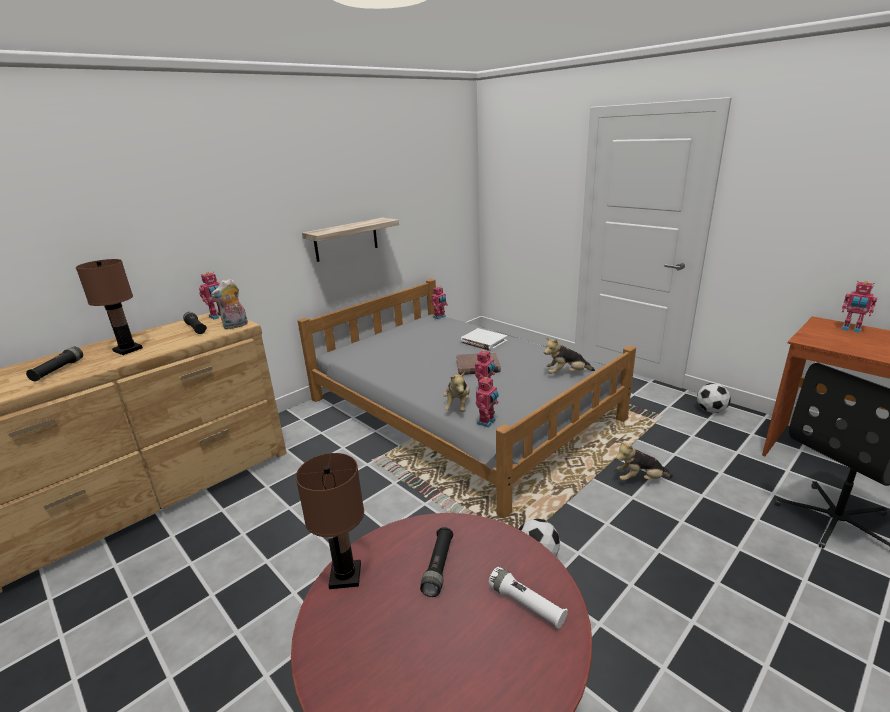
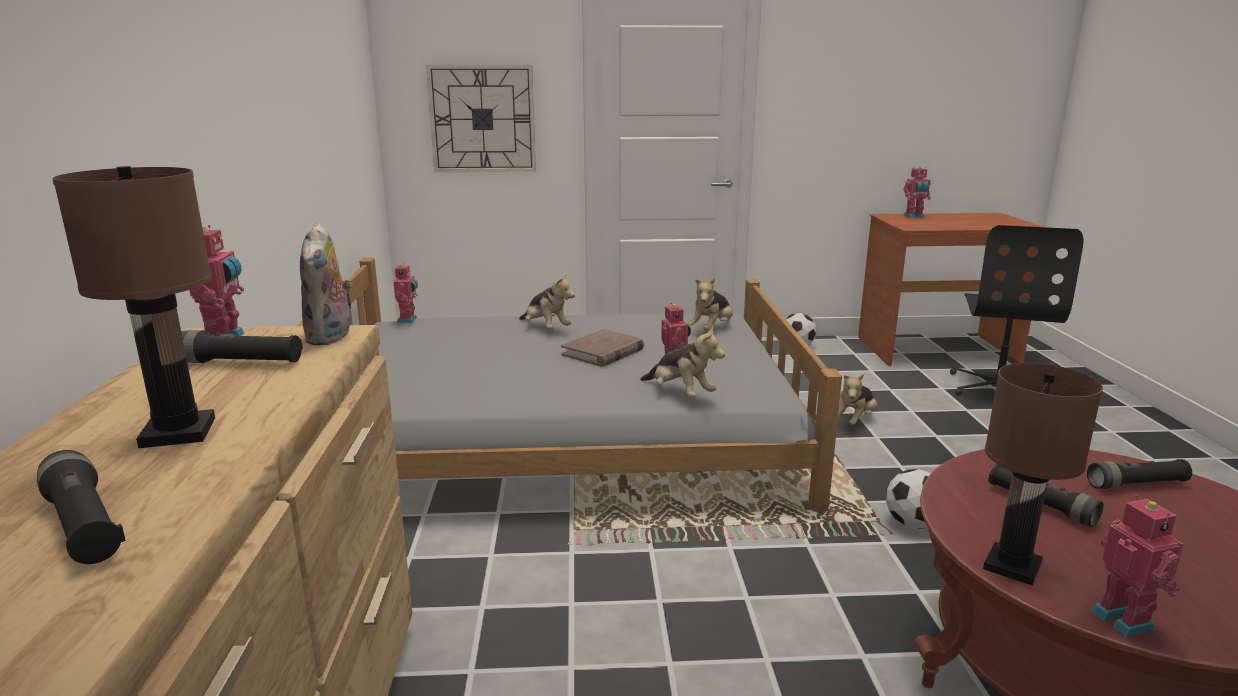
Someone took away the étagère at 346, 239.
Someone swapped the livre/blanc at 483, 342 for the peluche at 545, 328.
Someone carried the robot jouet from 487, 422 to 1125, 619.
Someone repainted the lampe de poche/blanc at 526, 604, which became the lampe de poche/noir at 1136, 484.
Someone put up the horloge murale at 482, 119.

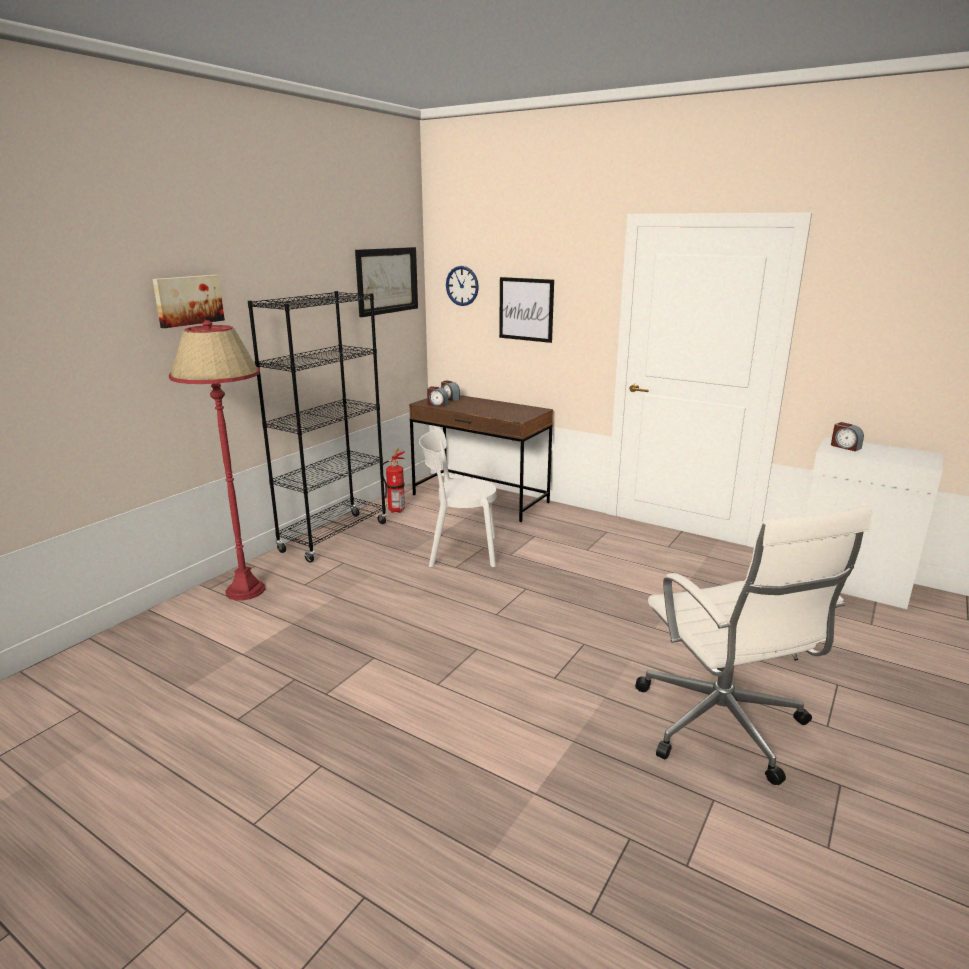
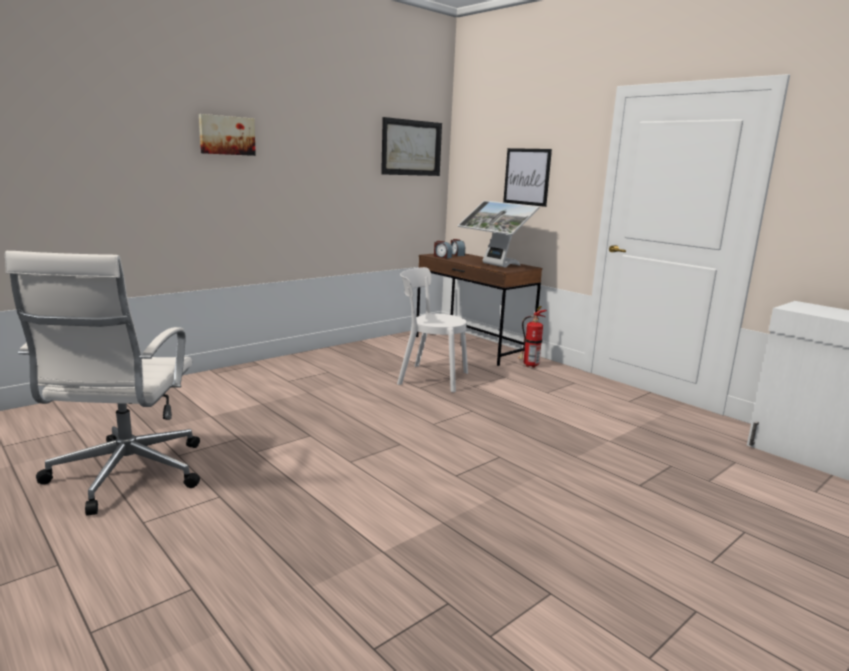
Someone took away the horloge murale at 462, 286.
Someone took away the bibliothèque/noir at 334, 537.
Someone took away the lampadaire/rouge at 246, 590.
Someone took away the réveil at 845, 447.
Someone carried the extincteur from 394, 511 to 529, 366.
Someone carried the chaise de bureau/blanc from 722, 726 to 125, 476.
Someone put down the écran d'ordinateur at 495, 265.

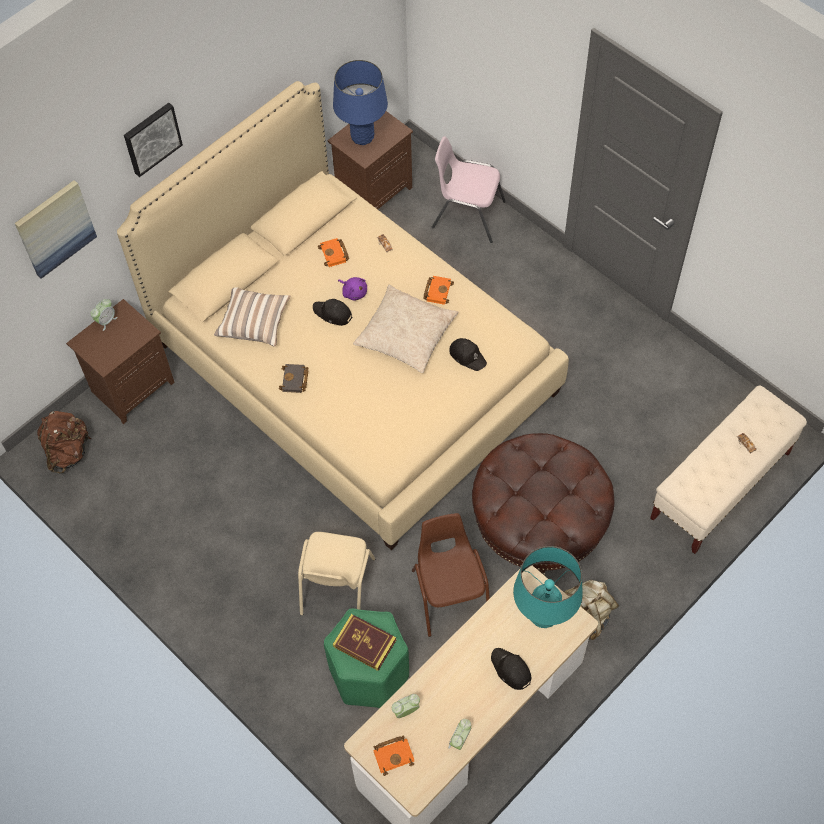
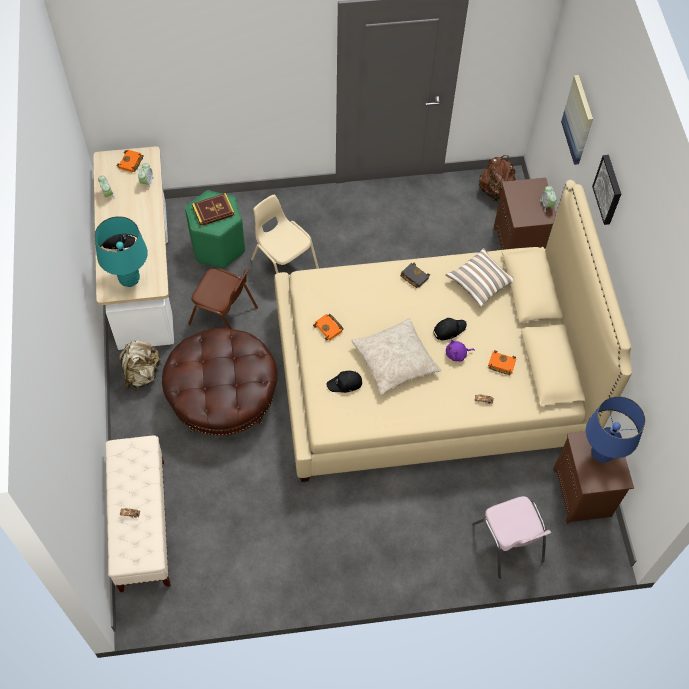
Someone rotated the chaise/rose at 467, 214 by 105 degrees clockwise.
Someone carried the livre/orange from 437, 291 to 329, 328.

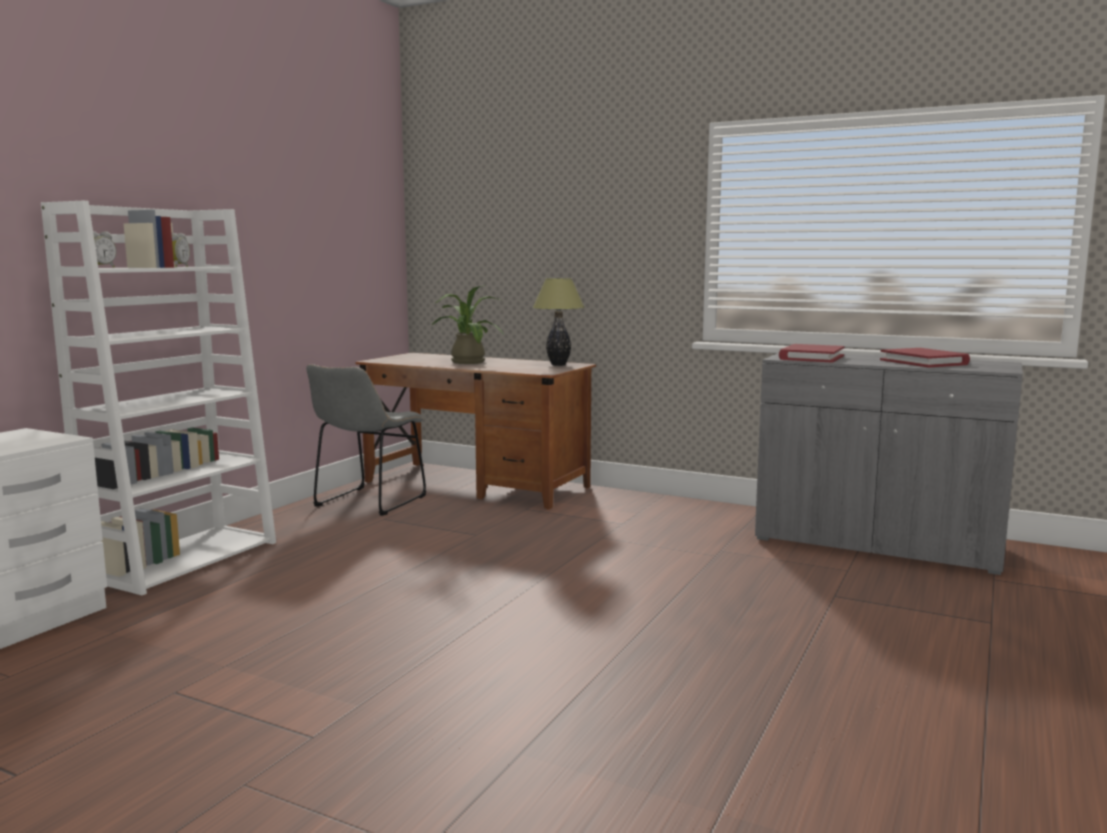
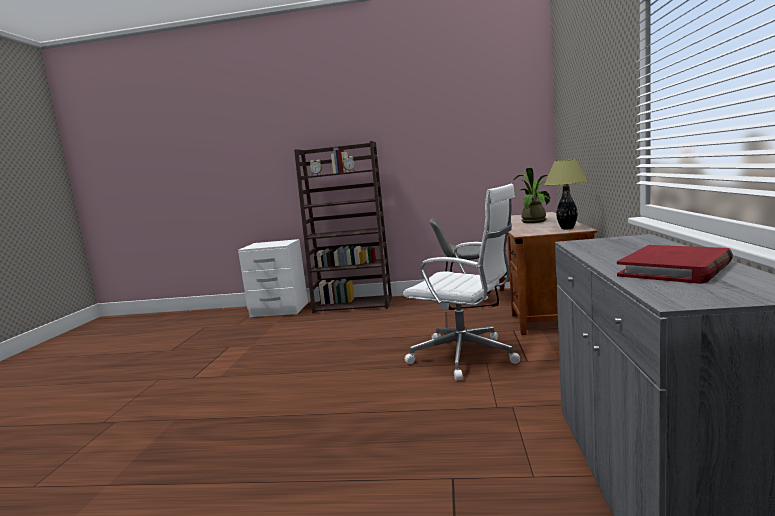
Someone repainted the bibliothèque/blanc at 184, 559, which became the bibliothèque/marron at 354, 304.
Someone took away the livre/rouge at 811, 357.
Someone put down the chaise de bureau/blanc at 466, 357.

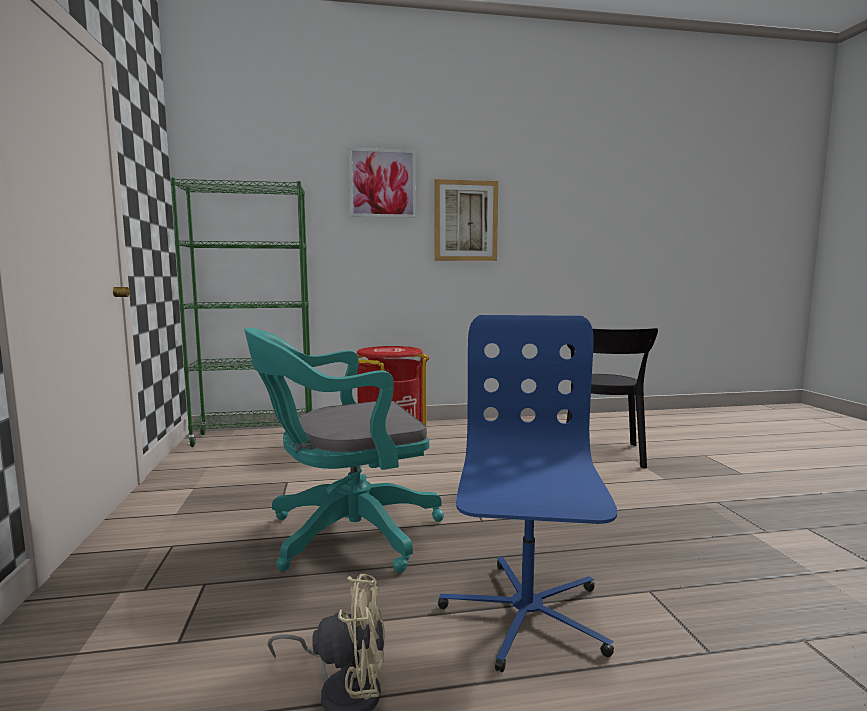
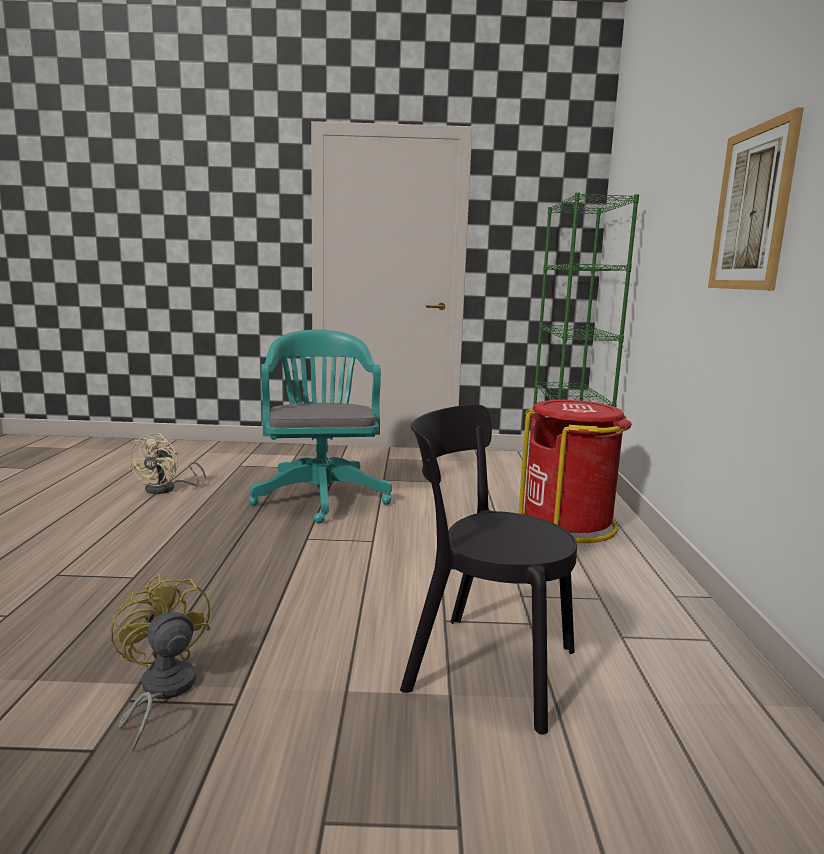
Someone took away the tableau at 382, 183.
Someone took away the chaise de bureau/bleu at 525, 614.
Someone put down the ventilateur/jaune at 161, 691.

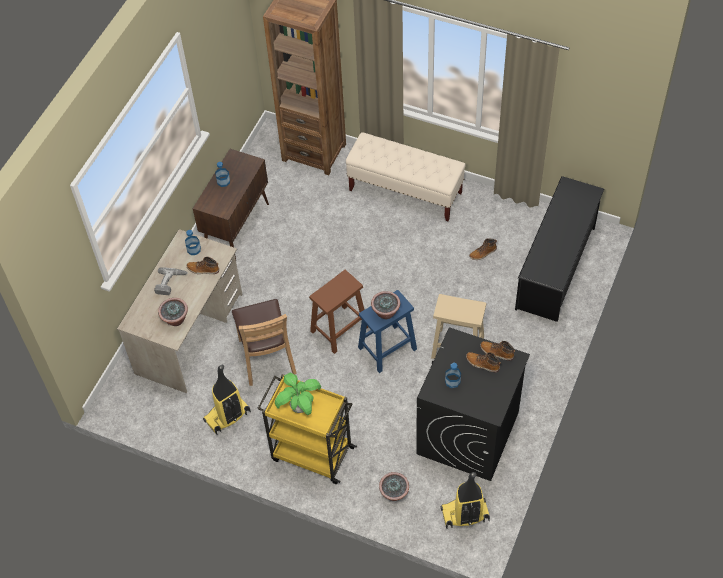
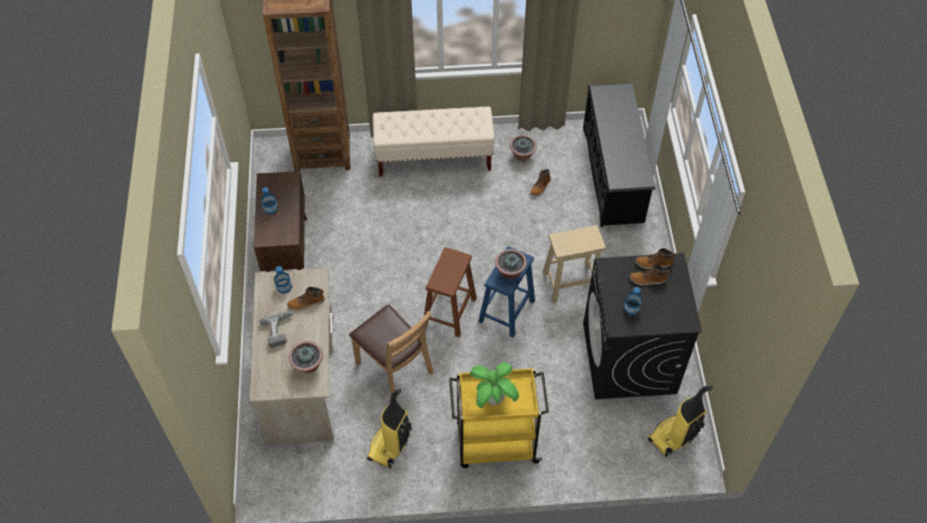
Someone carried the plante en pot from 394, 493 to 522, 155.

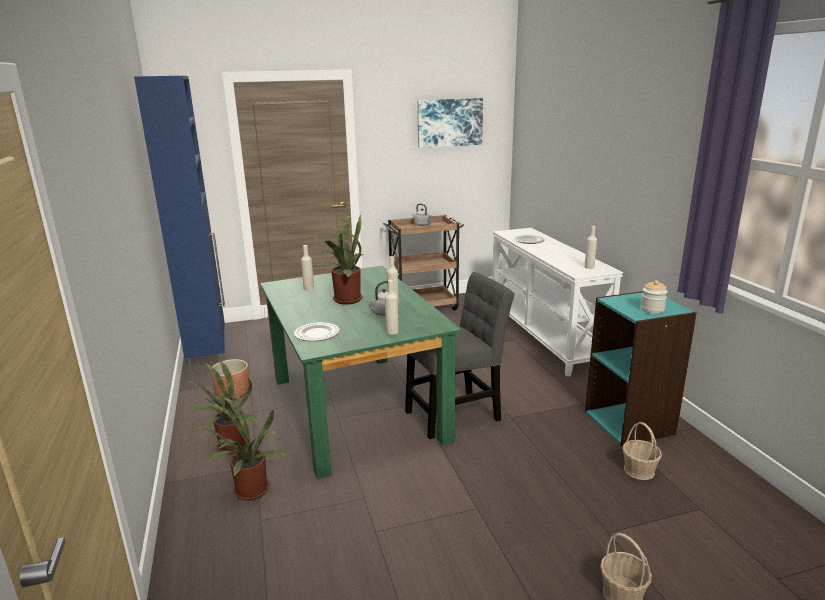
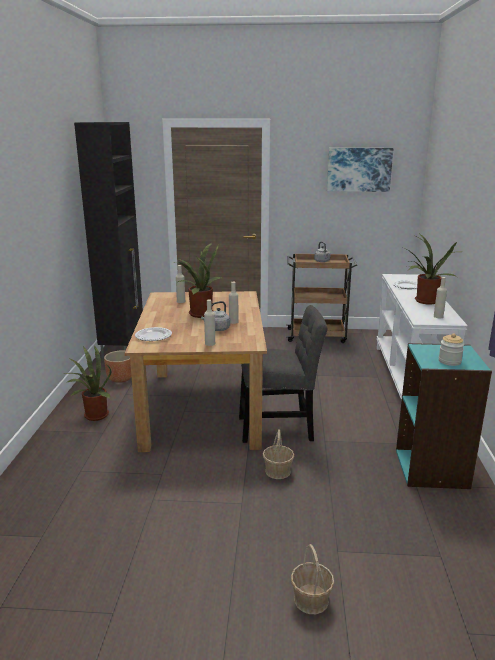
Someone repainted the meuble de rangement/bleu at 208, 354, which became the meuble de rangement/noir at 123, 346.
Someone repainted the table à manger/vert at 357, 408, which became the table à manger/marron at 204, 407.
Someone carried the plante en pot from 249, 493 to 425, 302.
Someone carried the panier from 639, 470 to 278, 471.

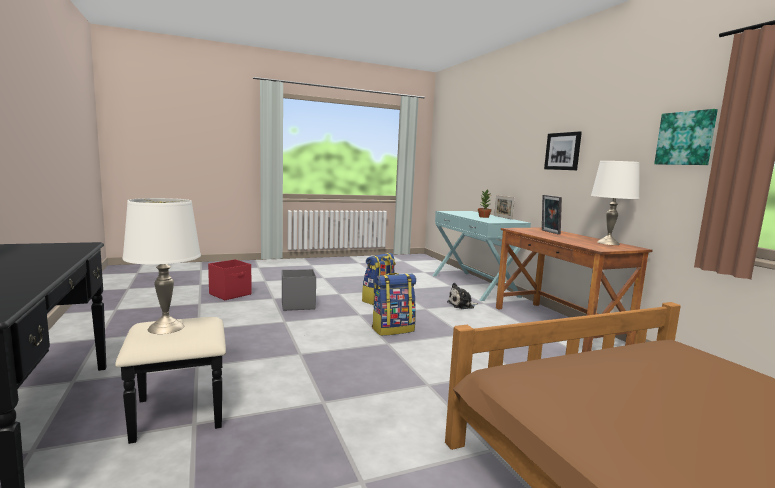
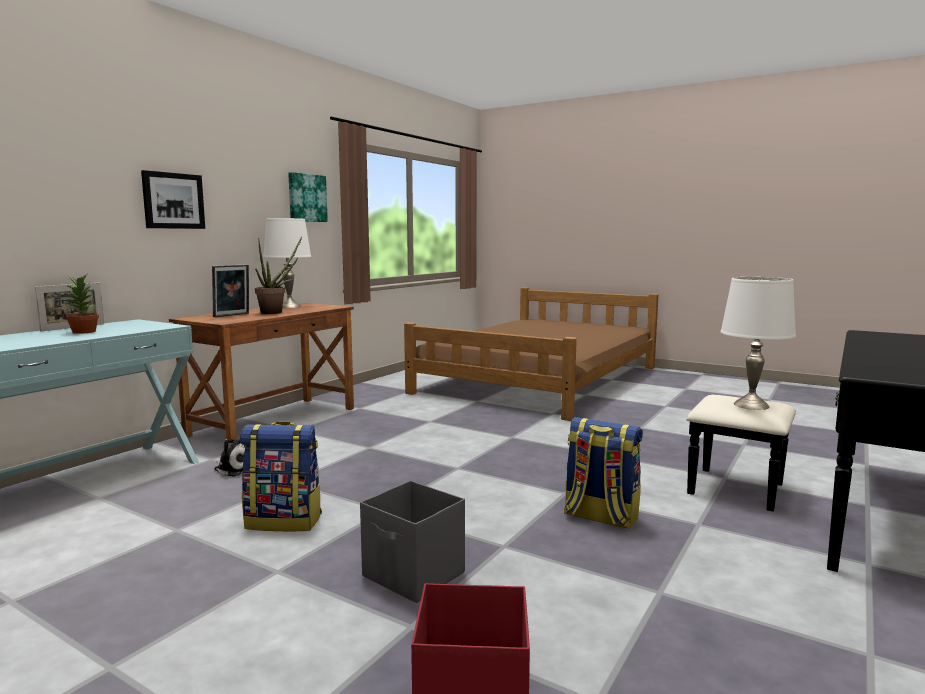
Someone carried the sac à dos from 393, 329 to 600, 517.
Someone put down the plante en pot at 276, 312.

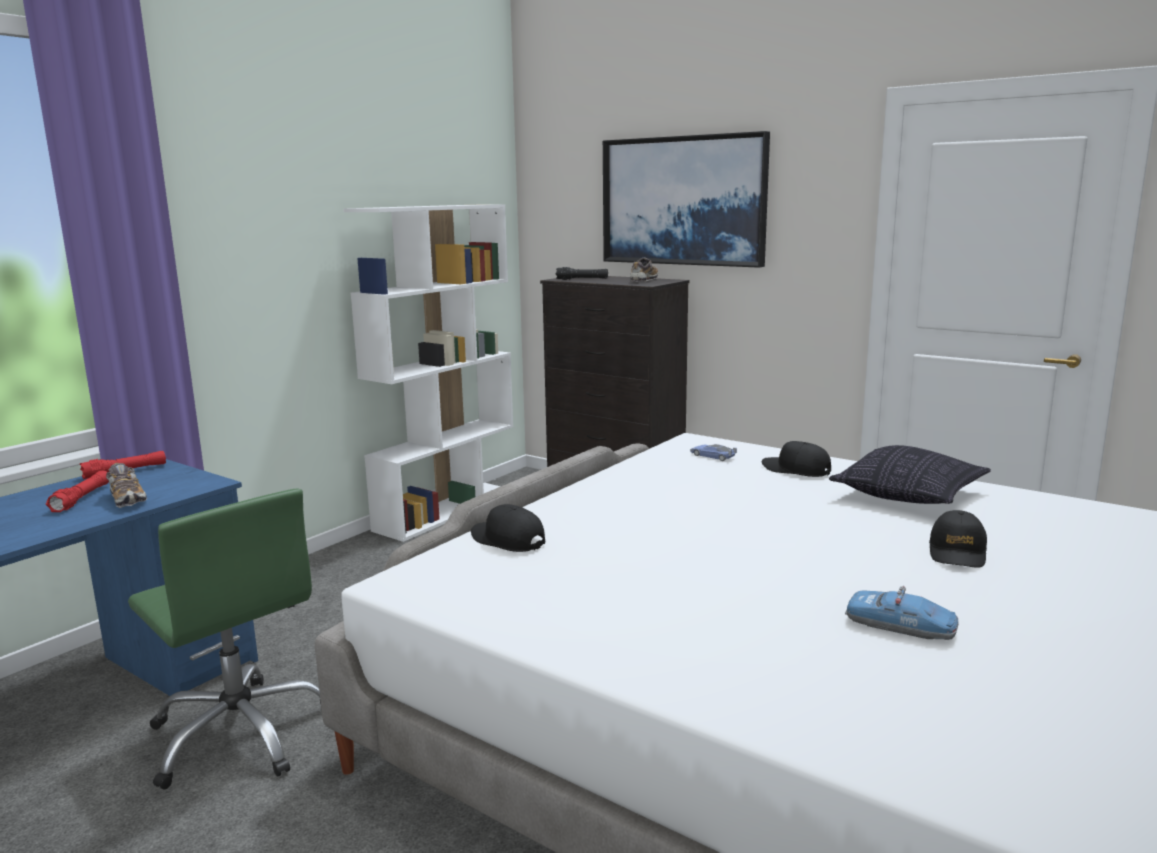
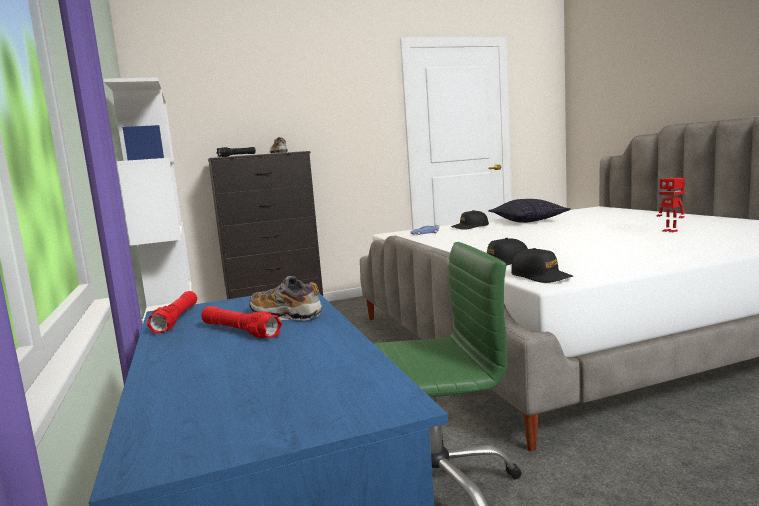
Someone took away the tableau at 683, 201.
Someone rotated the chaussure at 127, 499 by 150 degrees counterclockwise.
Someone carried the casquette/noir from 957, 552 to 541, 276.
Someone swapped the petite voiture at 900, 626 for the robot jouet at 670, 231.

